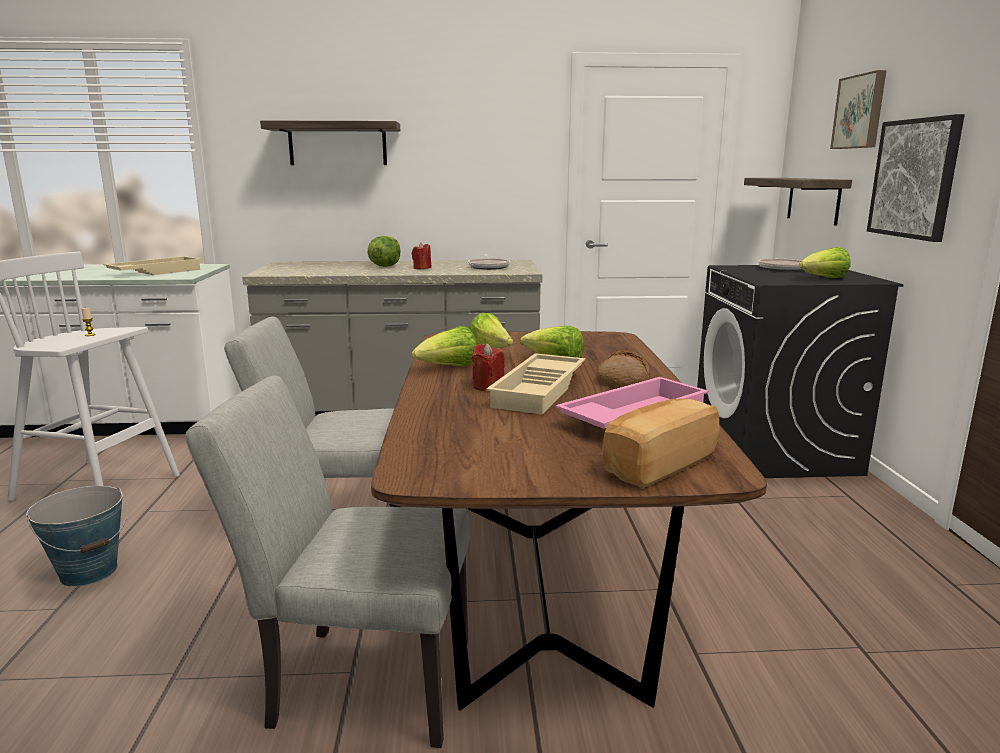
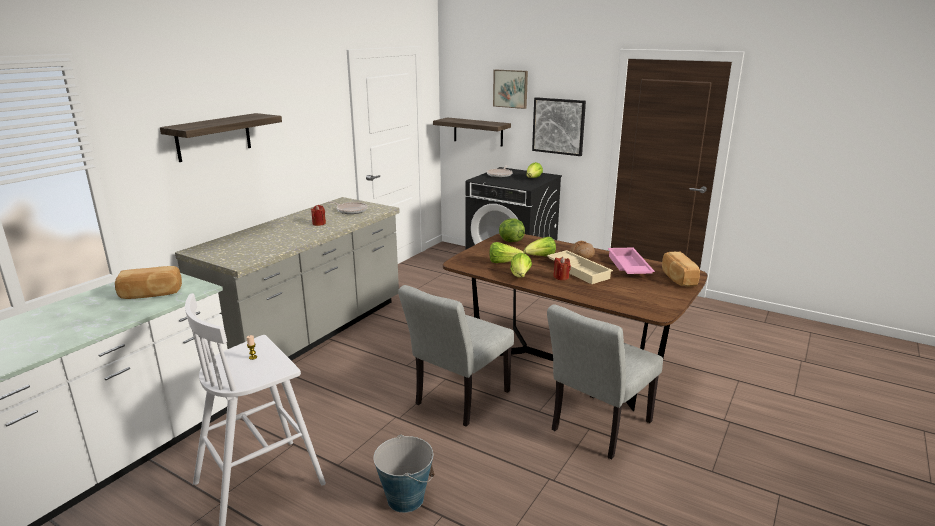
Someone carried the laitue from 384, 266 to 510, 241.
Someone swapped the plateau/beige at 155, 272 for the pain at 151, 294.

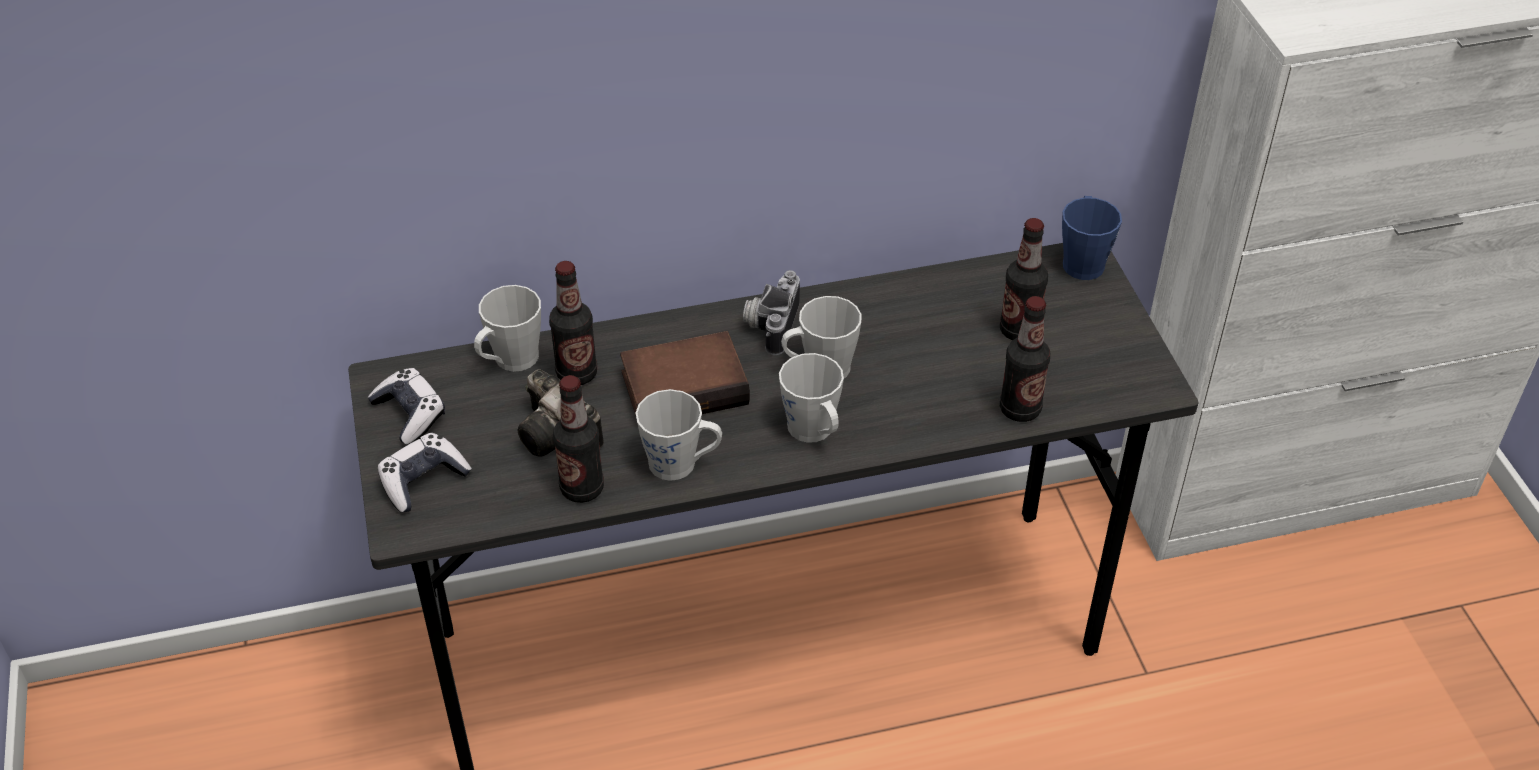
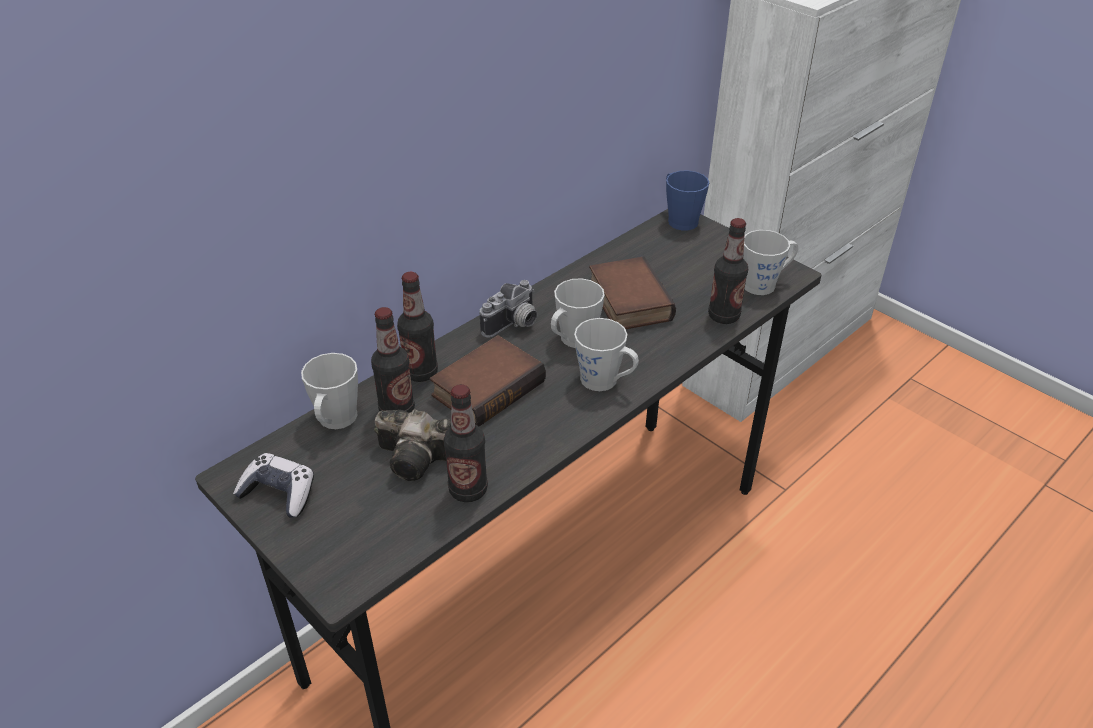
Someone carried the bouteille from 1019, 330 to 421, 373.
Someone rotated the appareil photo at 770, 324 by 120 degrees counterclockwise.
Someone carried the mug/gris from 681, 464 to 764, 284.
Someone took away the manette at 423, 480.
Someone put down the livre at 627, 301.

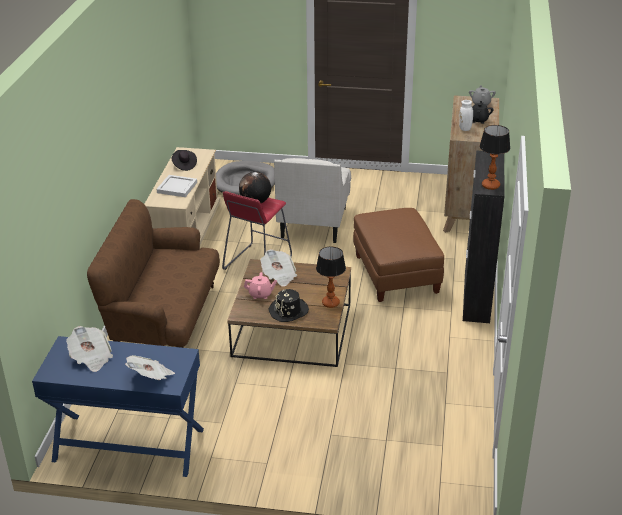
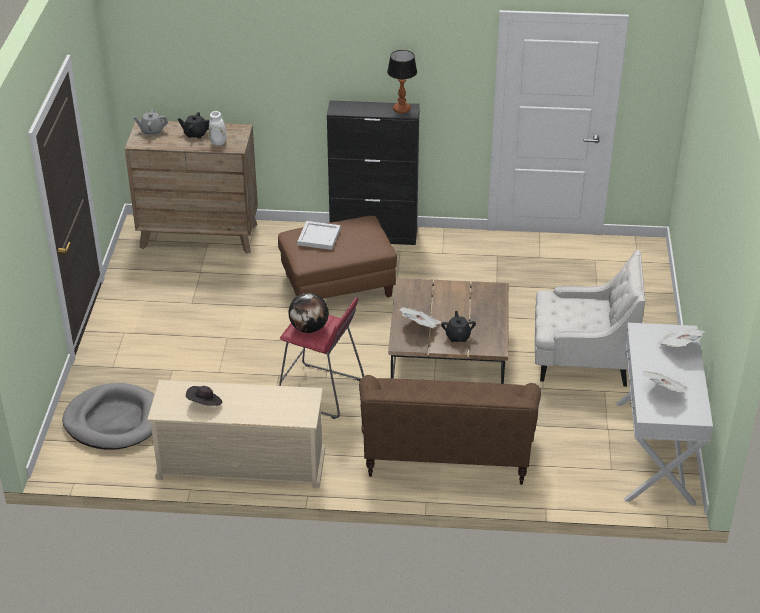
Someone carried the fauteuil/blanc from 314, 222 to 581, 360.
Someone carried the plateau/blanc from 177, 188 to 320, 237.
Someone took away the lampe de table at 331, 303.
Someone repainted the théière/rose at 260, 294, which became the théière/noir at 458, 336.
Someone took away the chapeau/noir at 288, 311.
Someone repainted the table console/bleu at 128, 445, which became the table console/blanc at 655, 452.

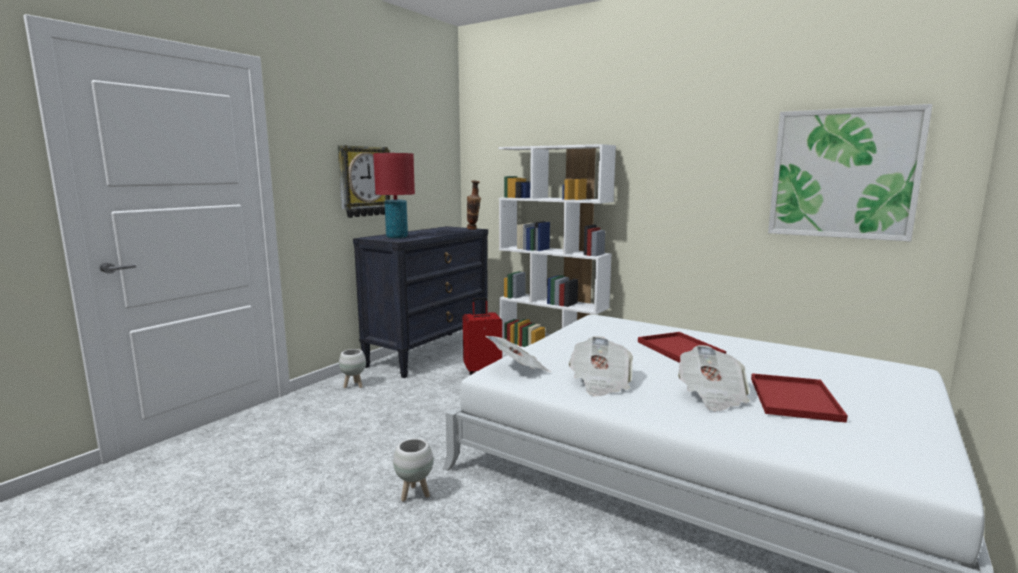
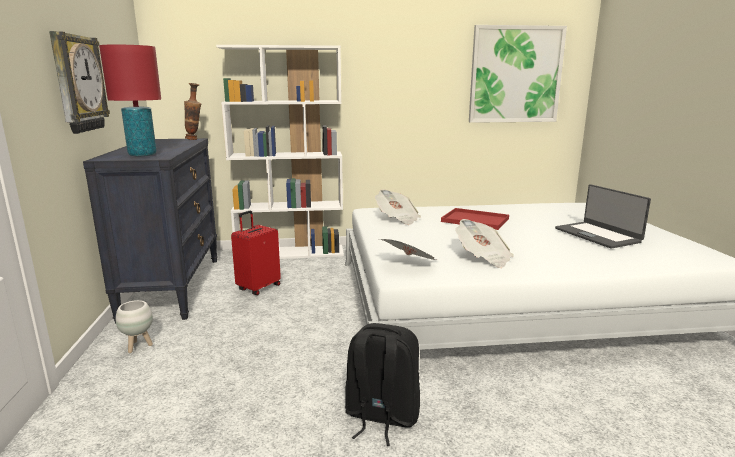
Someone carried the journal from 712, 396 to 397, 219.
Someone swapped the plateau/rouge at 796, 399 for the ordinateur portable at 598, 235.
Someone swapped the cache-pot/blanc at 414, 494 for the sac à dos/noir at 381, 417.

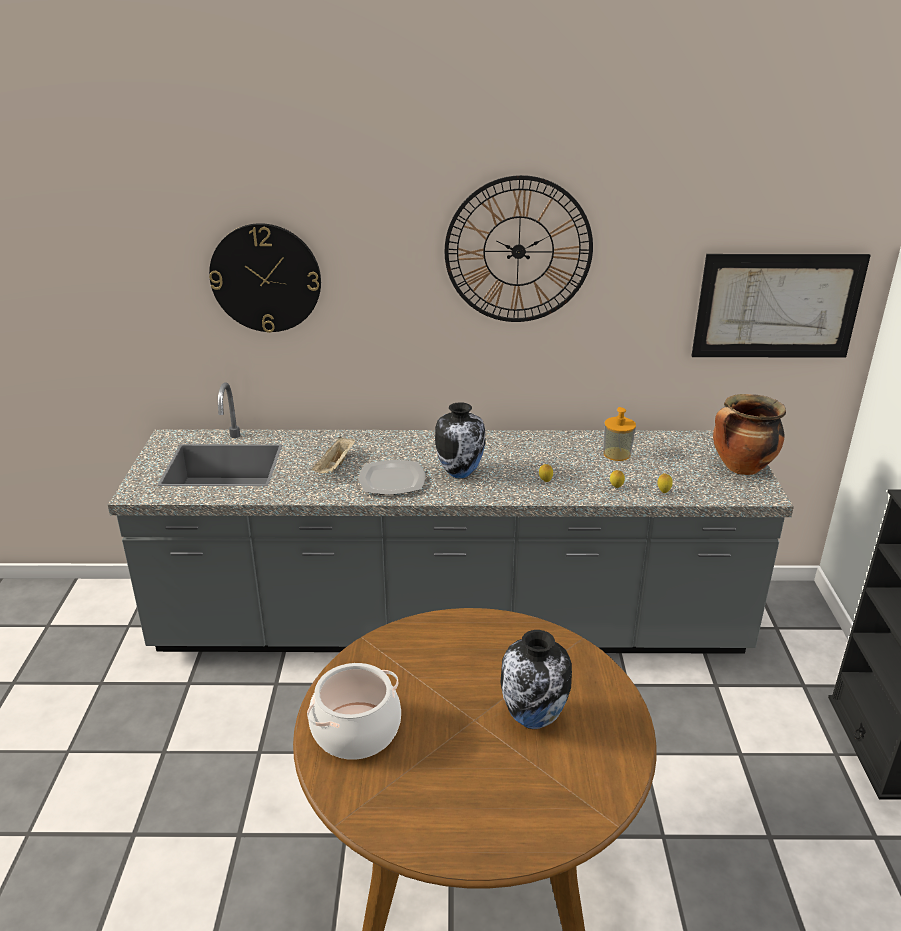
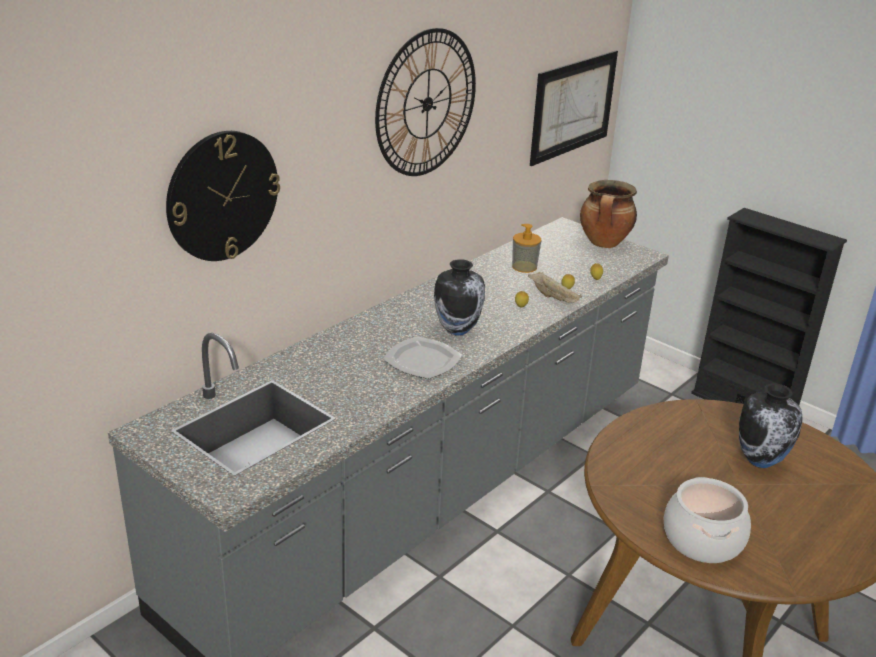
Someone carried the plateau/beige from 335, 466 to 554, 298.

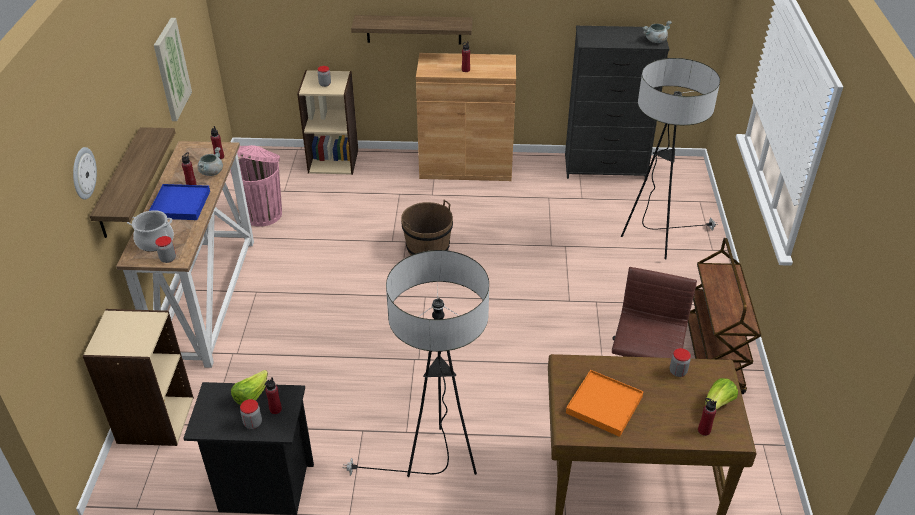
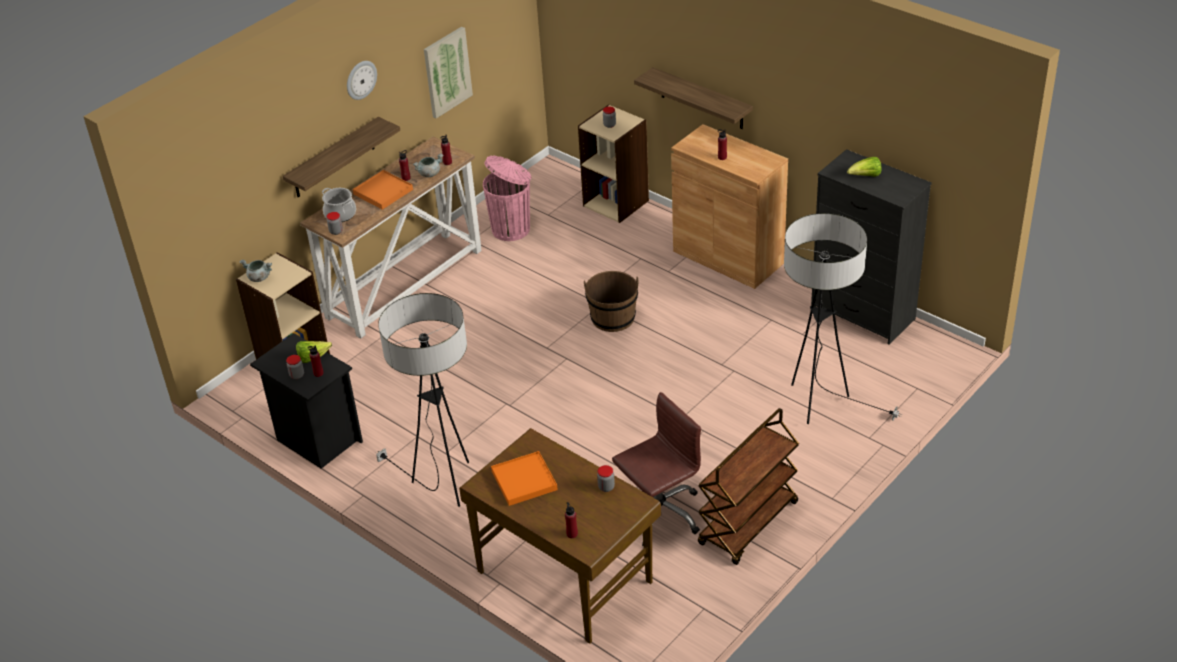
Someone carried the marmite/gris from 655, 41 to 258, 278.
Someone carried the horloge murale from 83, 173 to 360, 79.
Someone repainted the plateau/bleu at 180, 204, which became the plateau/orange at 383, 192.
Someone carried the laitue from 717, 405 to 865, 176.

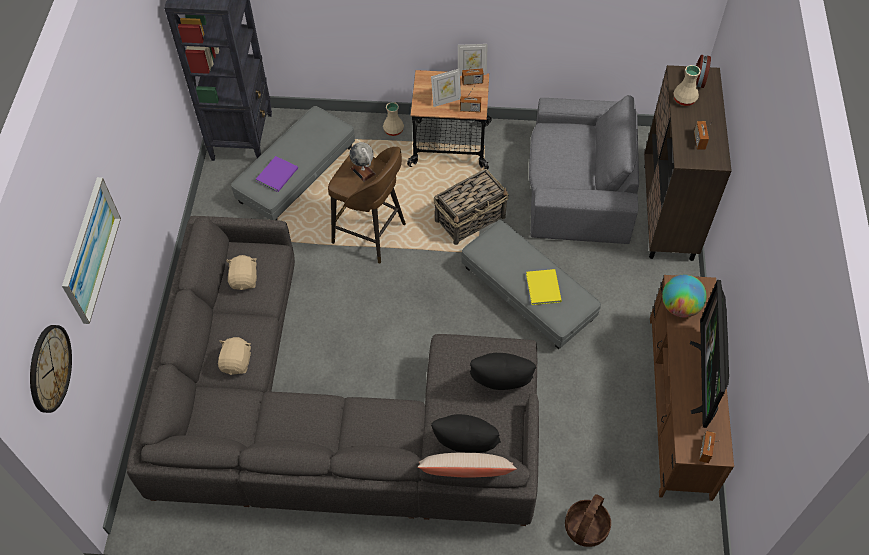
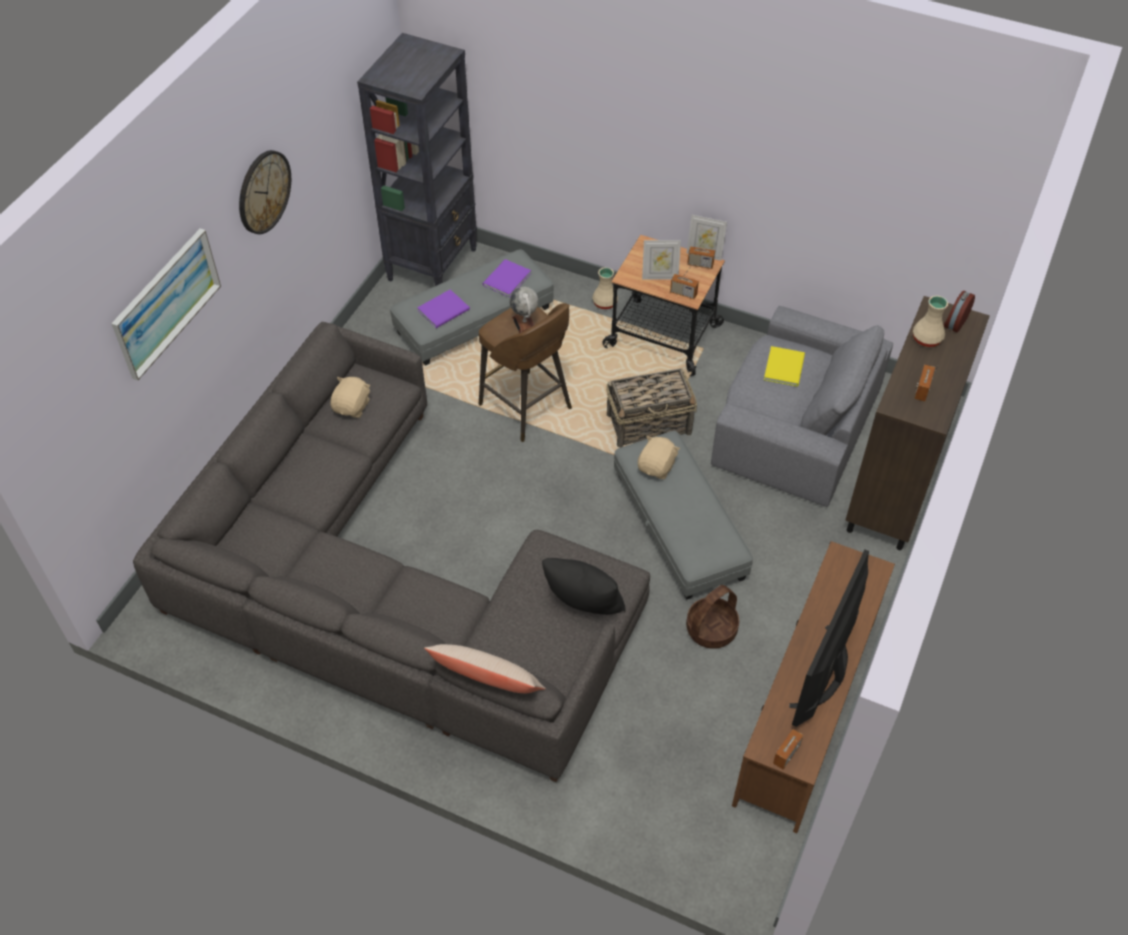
Someone carried the livre/jaune from 544, 286 to 785, 366.
Someone took away the globe at 679, 307.
Someone carried the horloge murale from 49, 368 to 263, 192.
Someone carried the peluche/beige from 237, 362 to 657, 467.
Someone took away the coussin/noir at 465, 446.
Someone carried the panier from 586, 526 to 711, 629.
Someone put down the livre/violet at 505, 279.

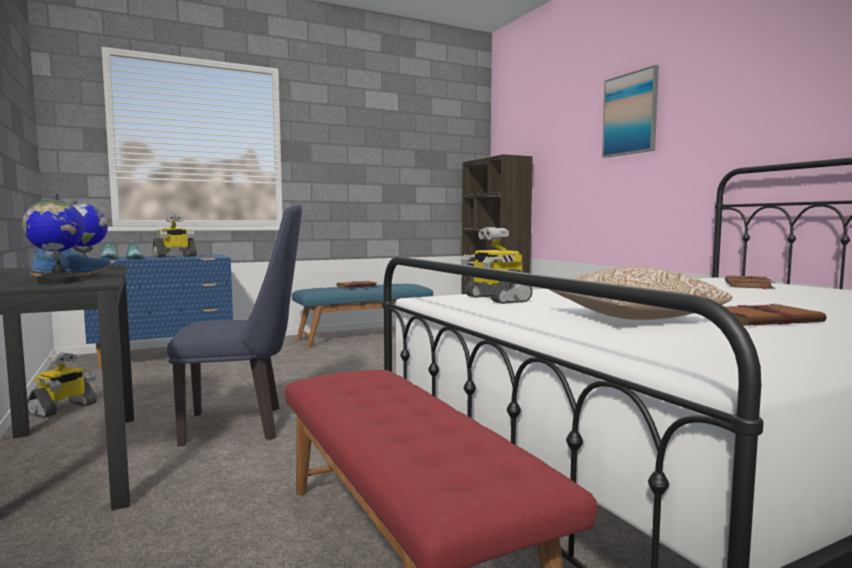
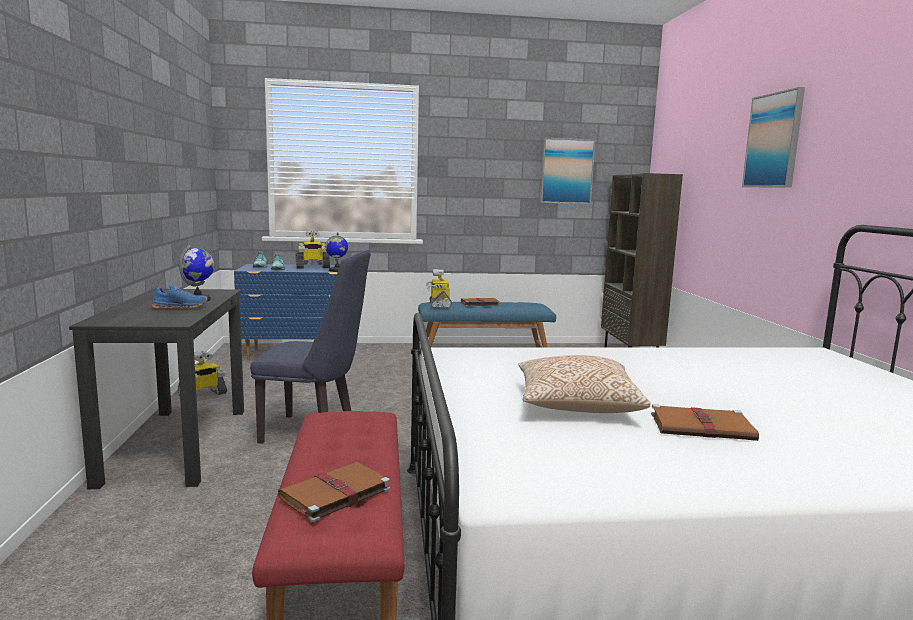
Someone carried the globe from 59, 281 to 337, 270.
Someone carried the robot jouet from 495, 299 to 439, 305.
Someone carried the livre/marron from 748, 285 to 333, 494.
Someone put up the tableau at 566, 171.

